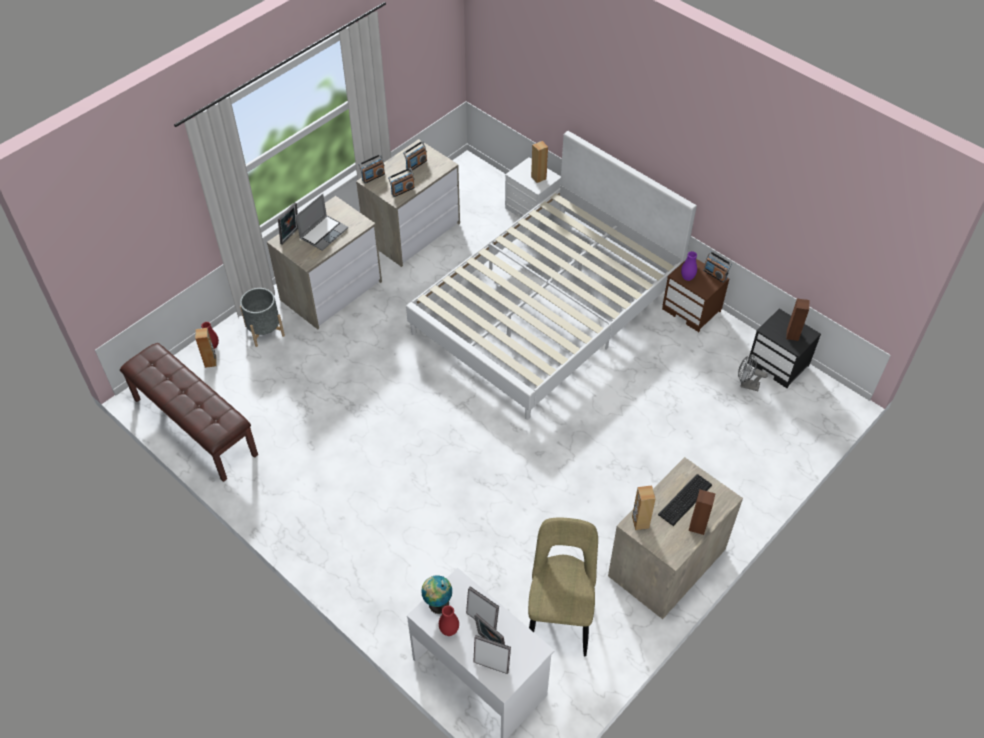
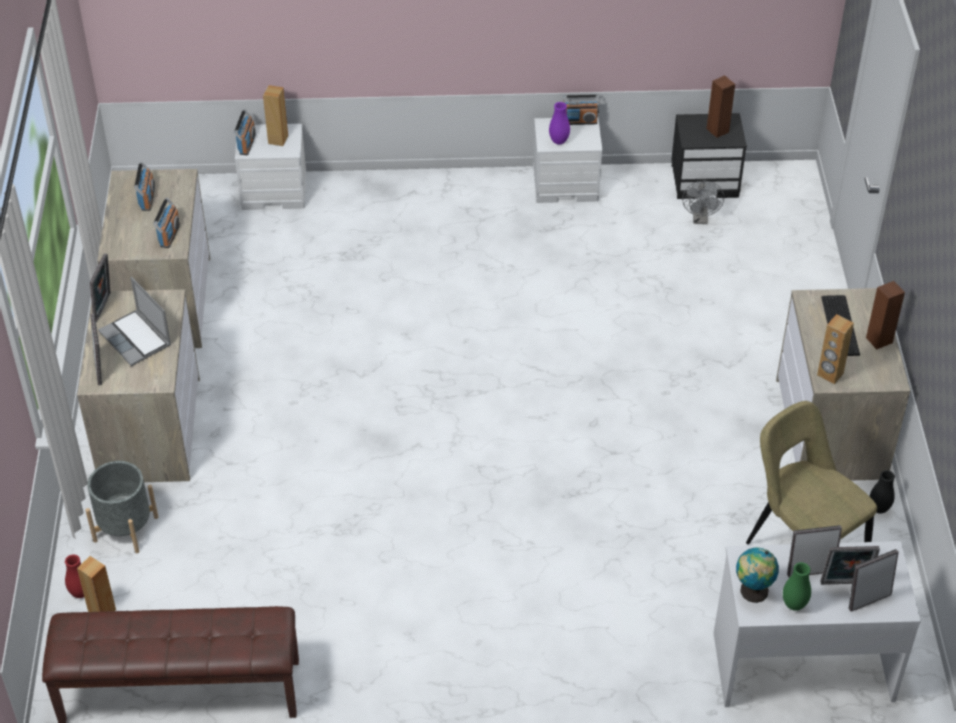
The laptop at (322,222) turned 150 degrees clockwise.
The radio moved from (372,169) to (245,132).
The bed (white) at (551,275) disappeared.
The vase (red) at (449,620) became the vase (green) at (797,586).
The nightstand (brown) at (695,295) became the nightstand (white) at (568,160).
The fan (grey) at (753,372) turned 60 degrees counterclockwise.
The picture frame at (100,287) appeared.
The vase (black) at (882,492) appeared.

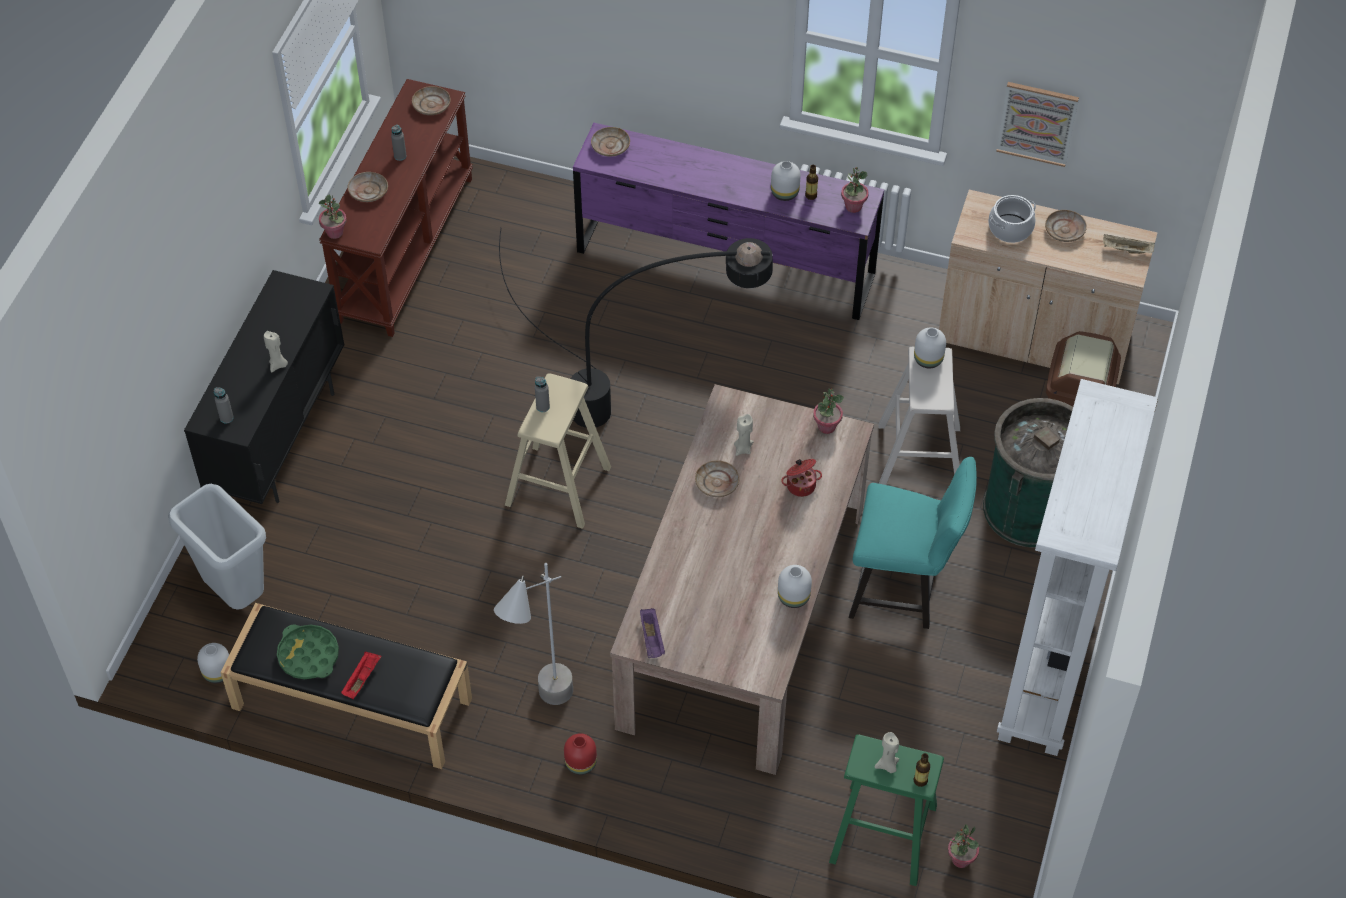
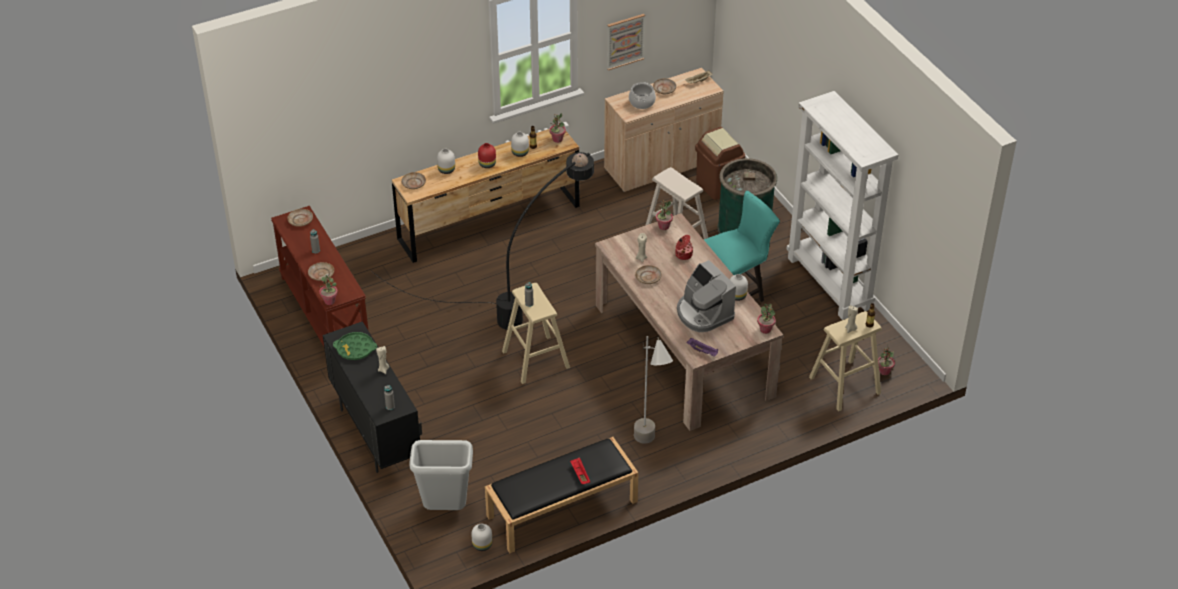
The tray (green) moved from (308,651) to (355,346).
The vase (red) moved from (580,754) to (487,155).
The dresser (purple) at (728,221) became the dresser (brown) at (485,196).
The stool (green) at (886,810) became the stool (beige) at (845,361).
The vase (white) moved from (930,347) to (446,161).
The coffee machine at (706,296) appeared.
The potted plant at (766,319) appeared.

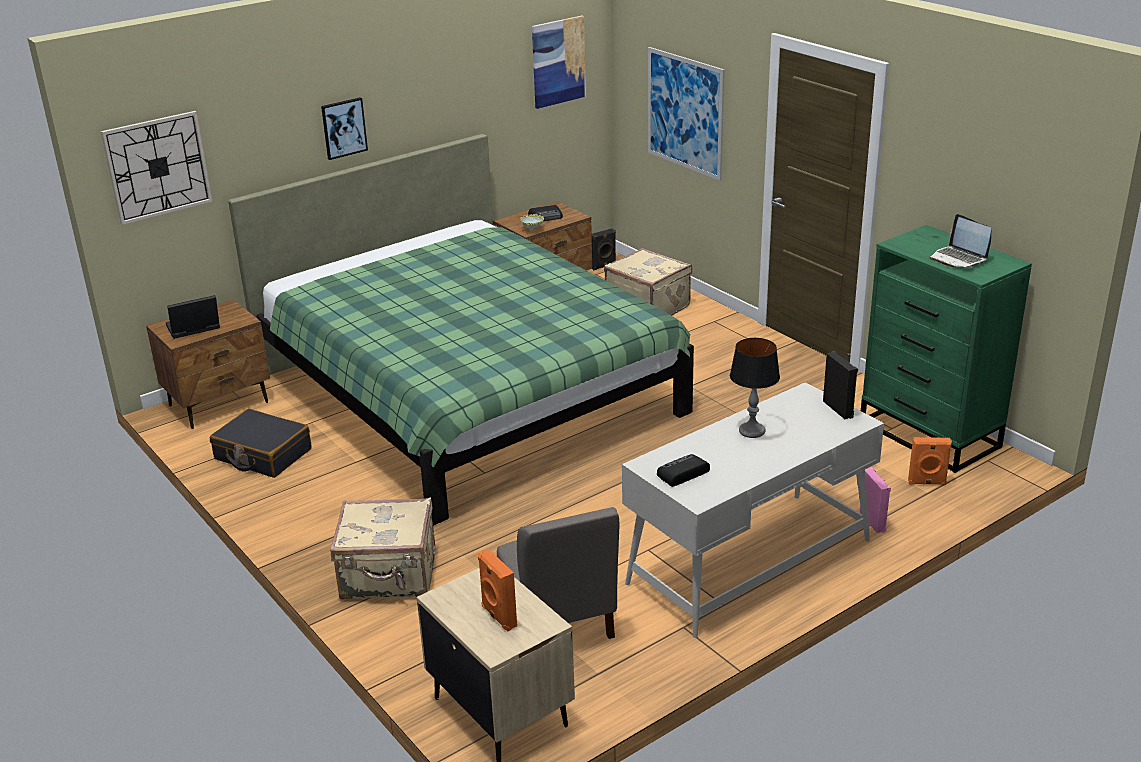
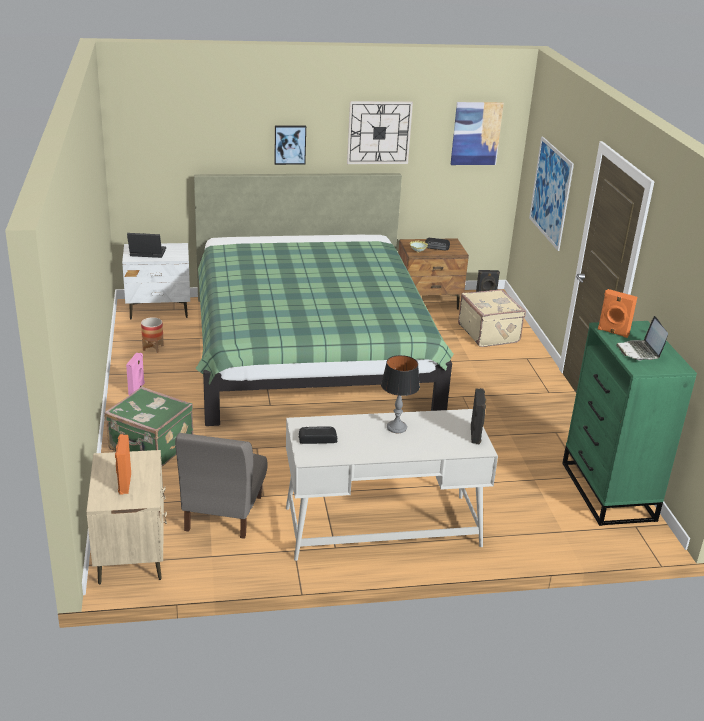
The wall clock moved from (157,168) to (380,132).
The nightstand (brown) at (208,364) became the nightstand (white) at (156,281).
The suitcase (black) at (261,443) was replaced by the planter at (152,335).
The suitcase (beige) at (382,548) became the suitcase (green) at (149,426).
The speaker (pink) moved from (875,500) to (135,374).
The speaker (orange) moved from (930,461) to (617,313).

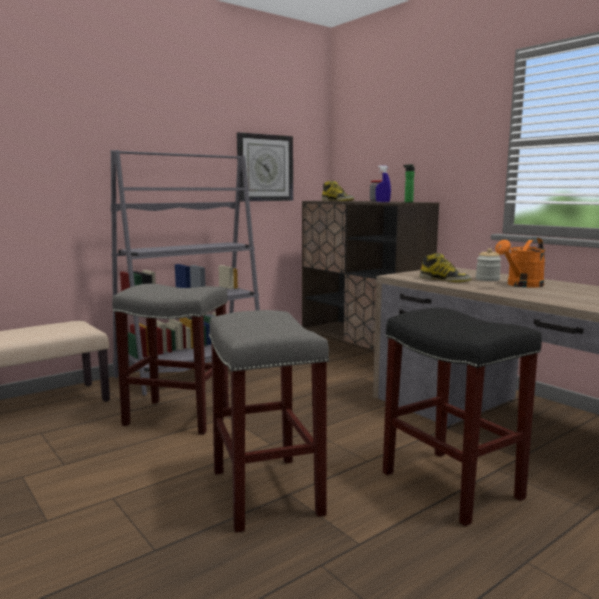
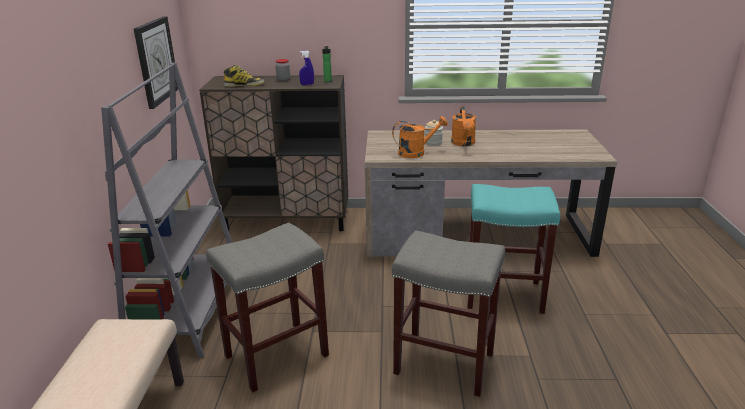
The stool (black) at (462,417) became the stool (turquoise) at (514,249).
The boot at (445,267) was replaced by the watering can (orange) at (420,137).

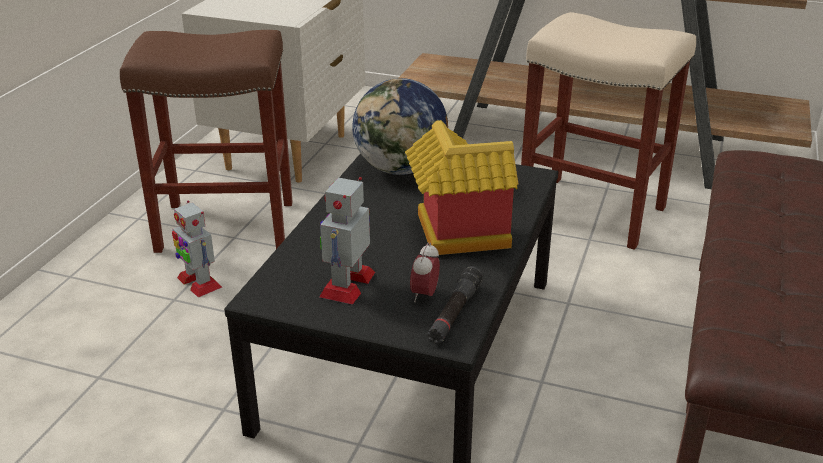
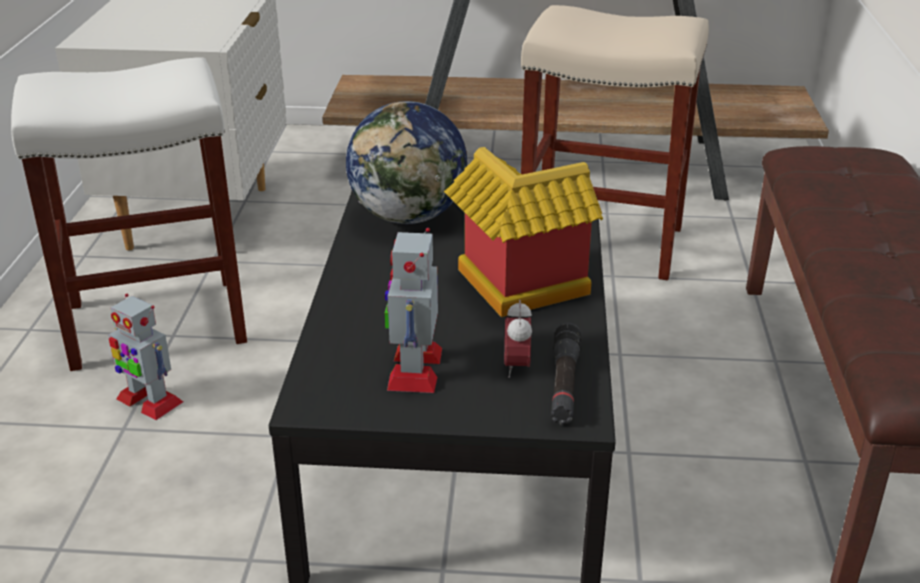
The stool (brown) at (206,141) became the stool (white) at (129,214).

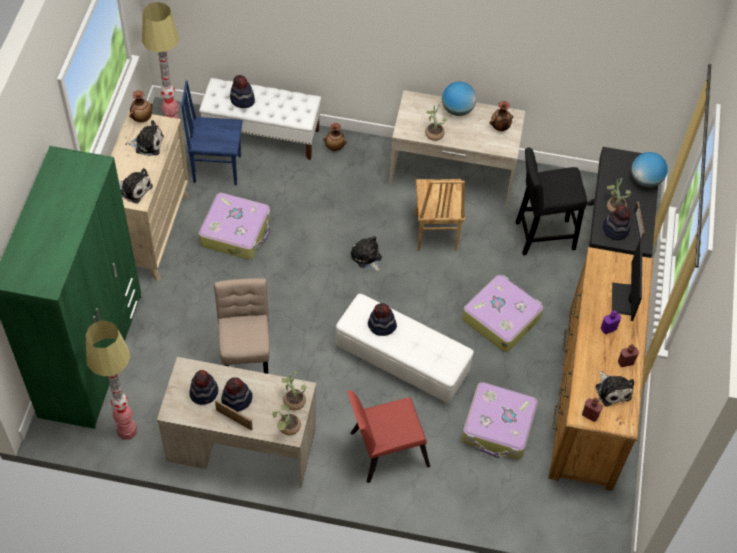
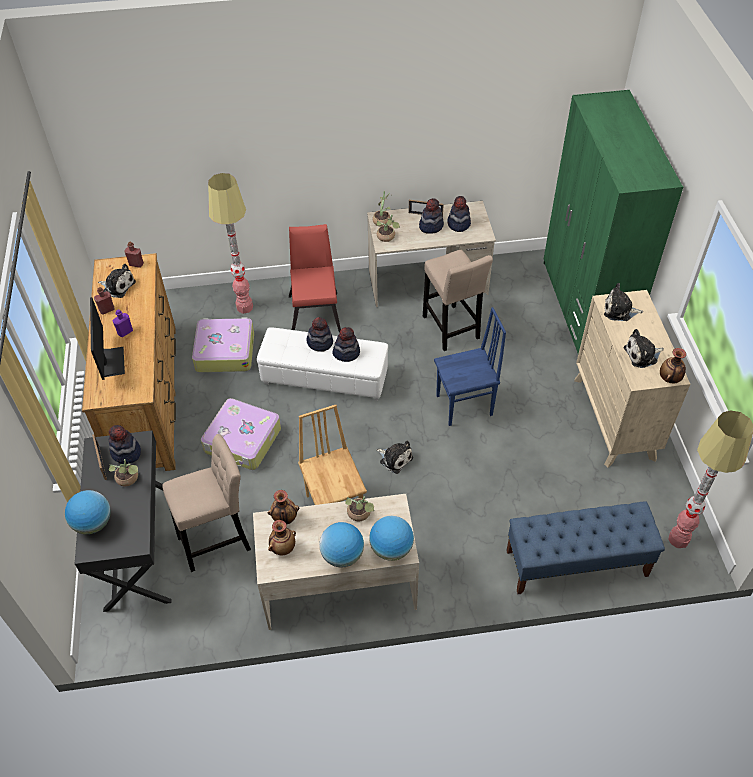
The floor lamp moved from (111,380) to (230,243).
The chair (blue) moved from (212,132) to (470,366).
The bench (white) at (260,119) became the bench (blue) at (585,547).
The suitcase at (235,226) disappeared.
The hat moved from (242,91) to (320,334).
The vase moved from (335,137) to (283,507).
The chair (red) at (388,436) turned 60 degrees counterclockwise.
The stool (black) at (551,201) became the stool (beige) at (206,503).
The plush toy at (615,388) turned 150 degrees clockwise.
The globe at (391,538) appeared.

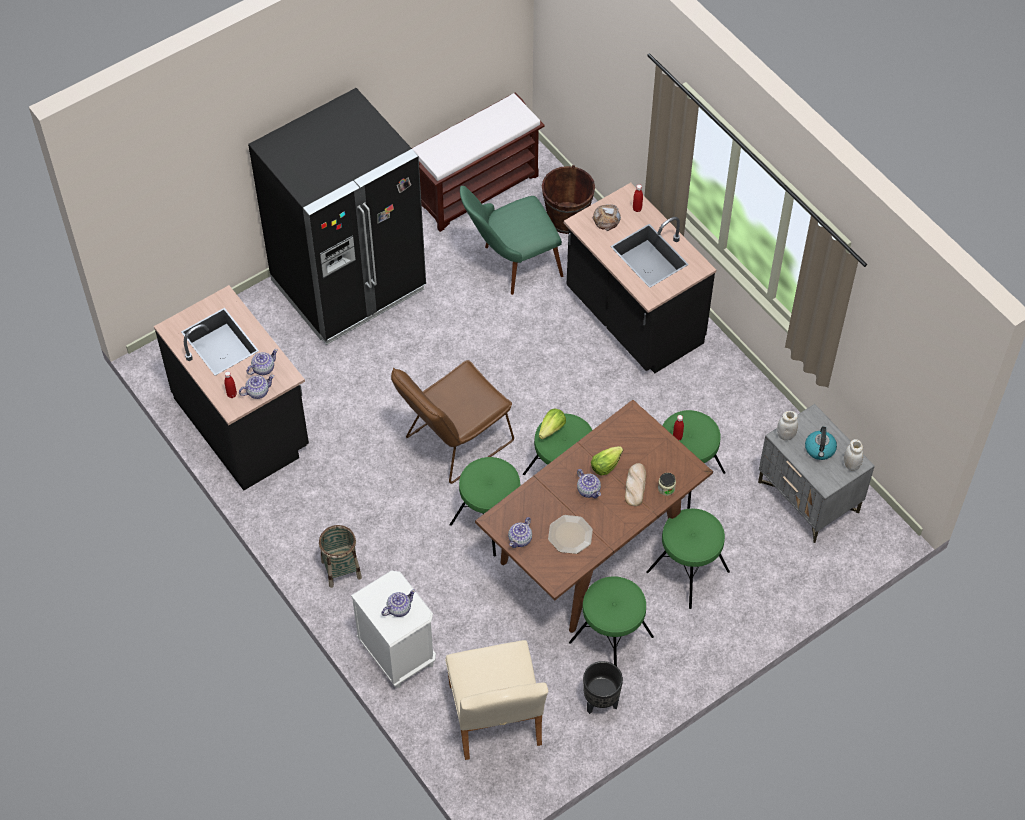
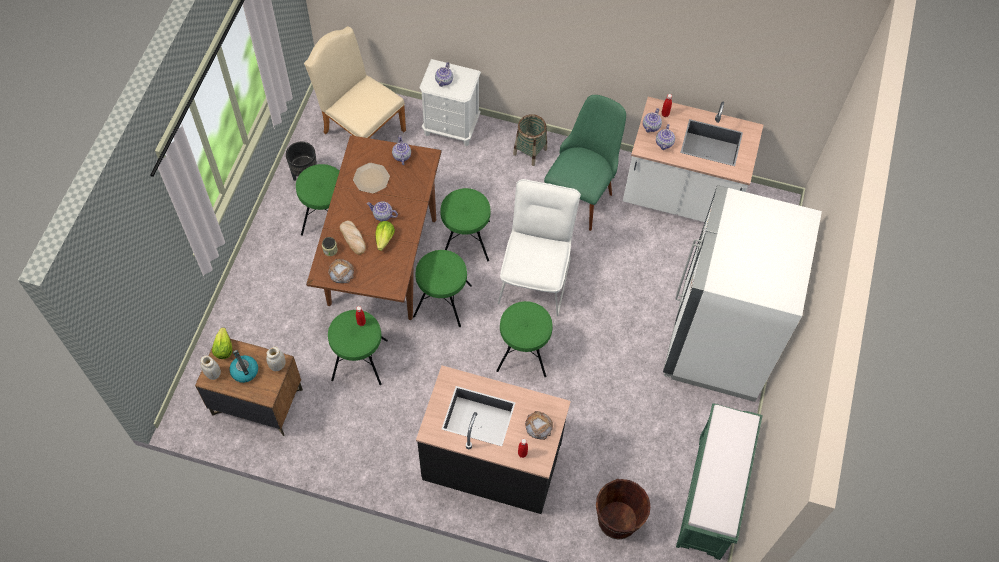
The counter (black) at (231,387) became the counter (white) at (693,159).
The fridge (black) at (337,216) became the fridge (white) at (742,293).
The chair (brown) at (452,422) became the chair (white) at (539,247).
The bench (brown) at (478,162) became the bench (green) at (719,481).
The chair (green) moved from (511,240) to (585,163).
The lettuce moved from (552,424) to (222,343).
The stool (green) moved from (688,559) to (524,339).
The nightstand (grey) at (816,473) became the nightstand (brown) at (249,387).
The bread at (341,271) appeared.

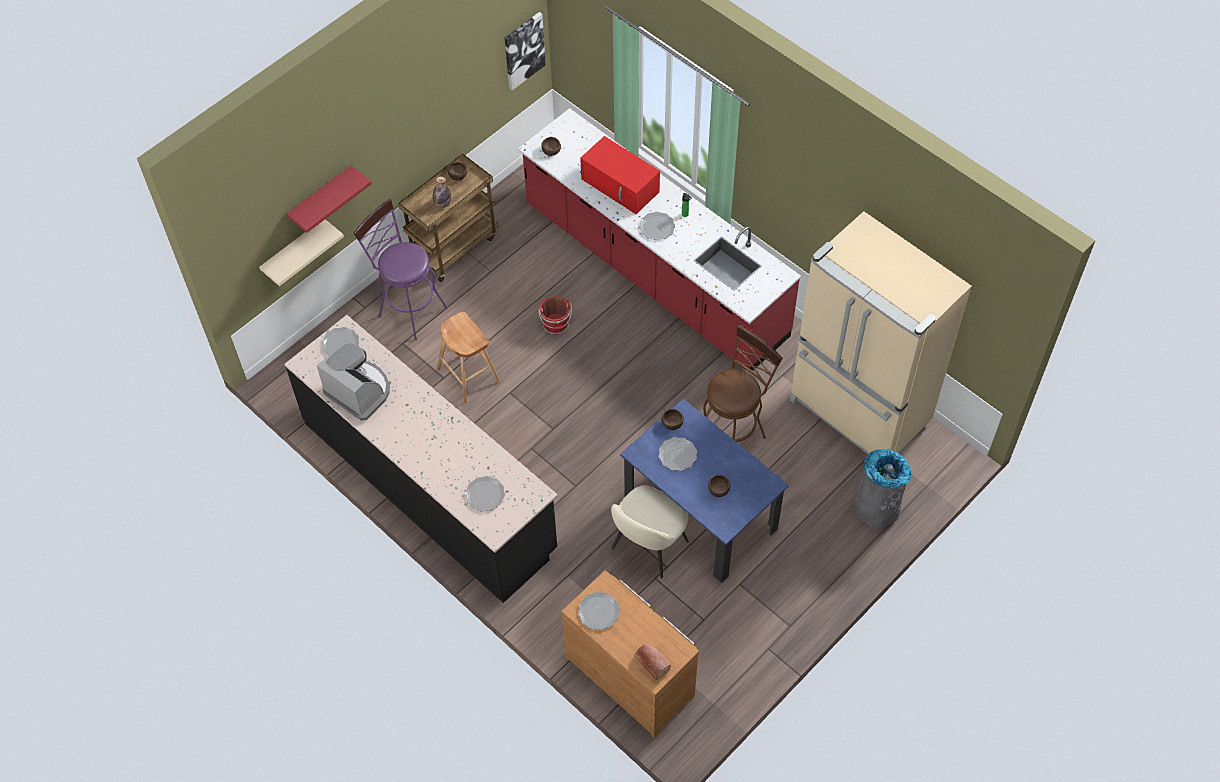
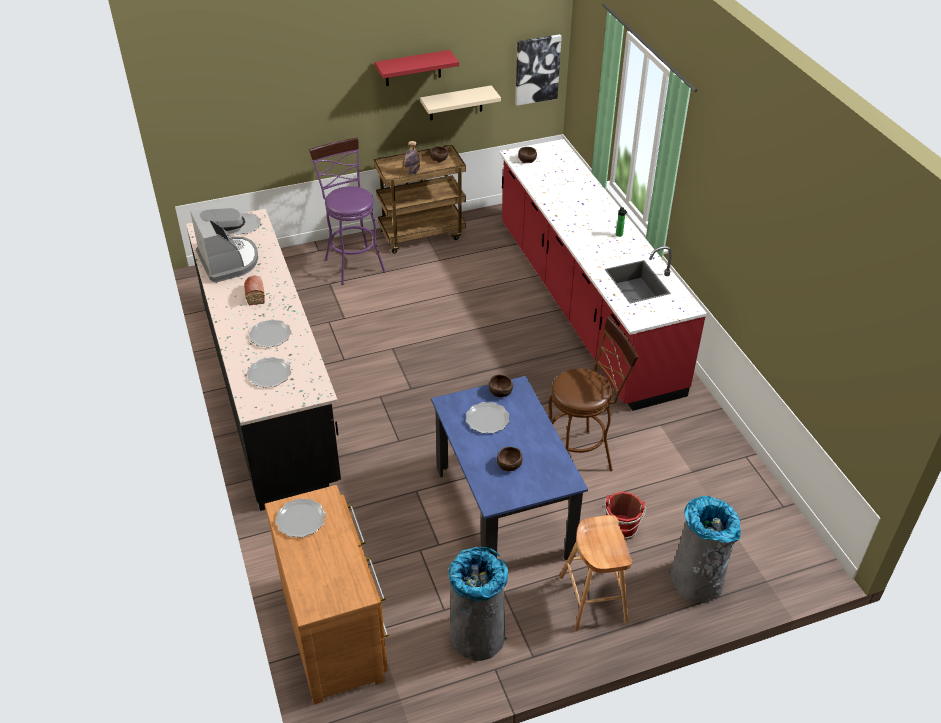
The shelf (beige) moved from (301,252) to (460,102).
The shelf (red) moved from (329,199) to (417,68).
The stool (brown) moved from (468,358) to (595,573).
The bucket (red) moved from (555,315) to (624,516).
The microwave (red) at (620,175) disappeared.
The chair (beige) at (650,531) disappeared.
The bread moved from (653,662) to (254,290).
The plate moved from (657,226) to (270,333).
The fridge (beige) at (881,333) disappeared.
The trash can (grey) at (478,604) appeared.

